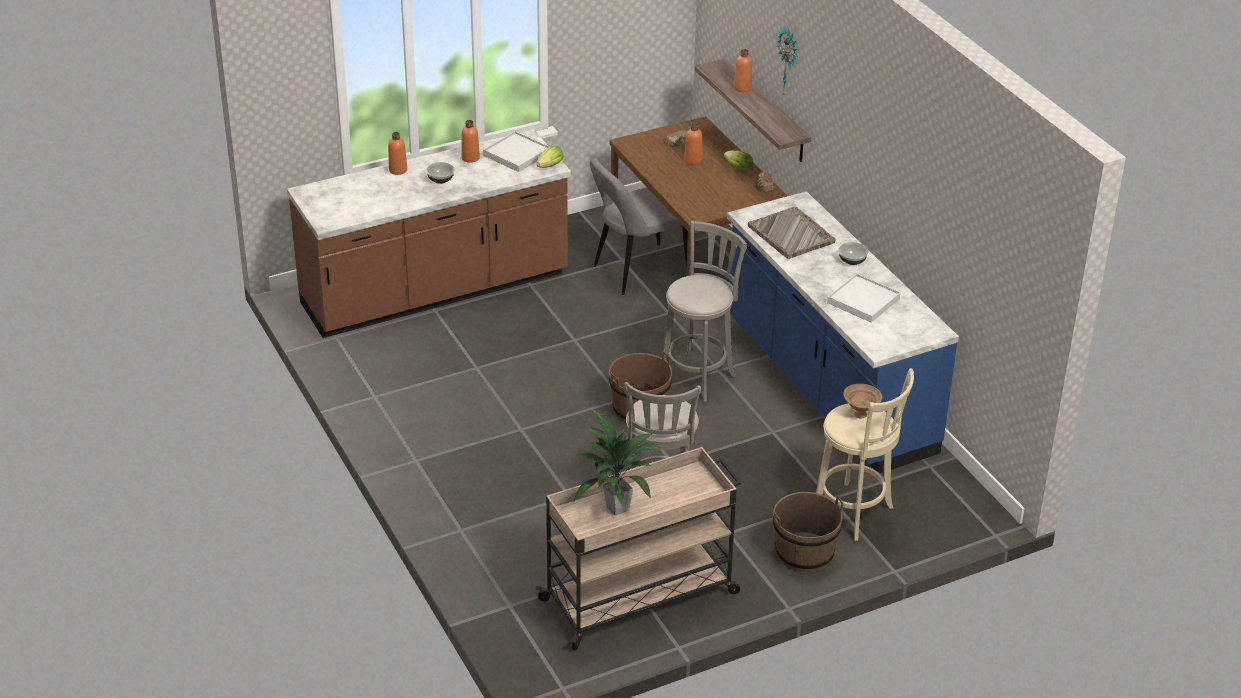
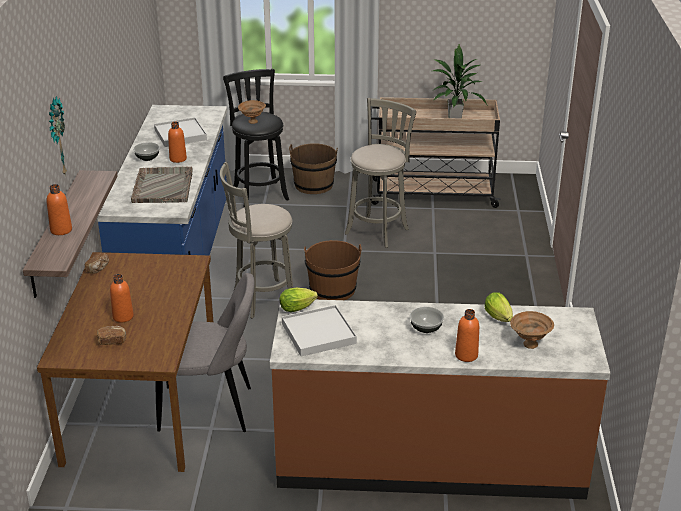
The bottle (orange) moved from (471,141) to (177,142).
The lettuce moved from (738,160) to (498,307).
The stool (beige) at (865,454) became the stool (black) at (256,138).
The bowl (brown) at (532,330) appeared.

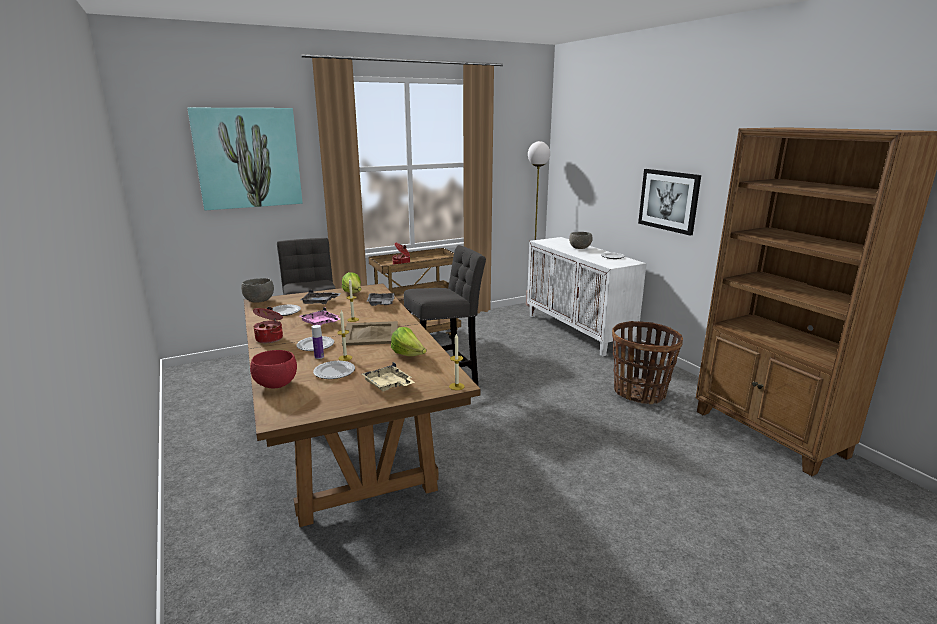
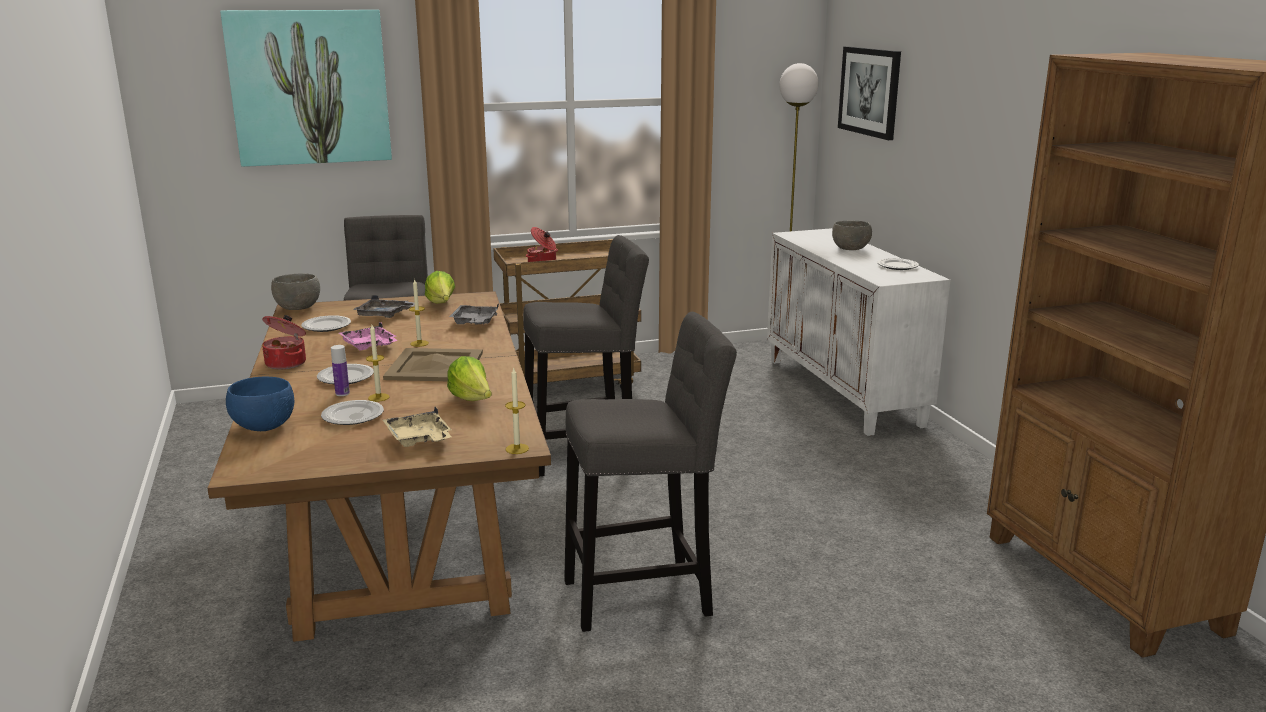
The bowl (red) at (273,369) became the bowl (blue) at (260,404).
The basket at (647,362) disappeared.
The picture moved from (669,202) to (869,93).
The stool (grey) at (650,472) appeared.

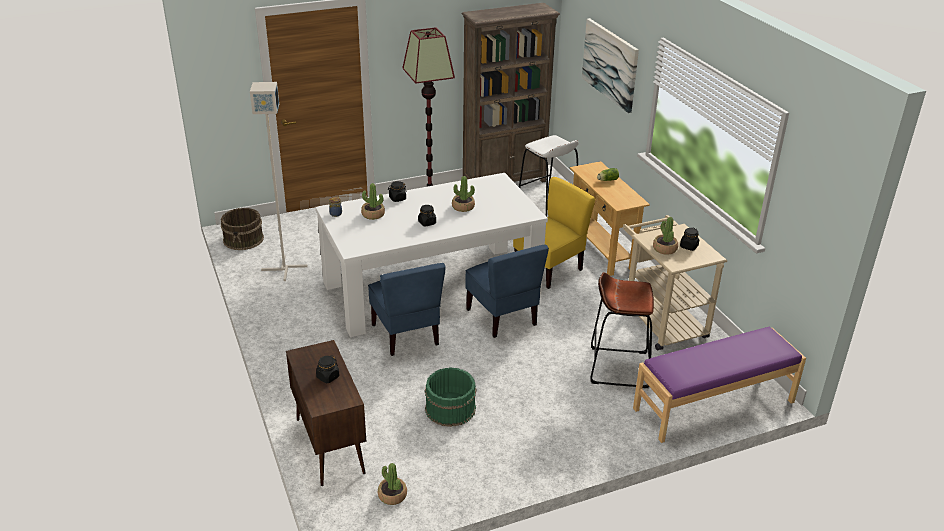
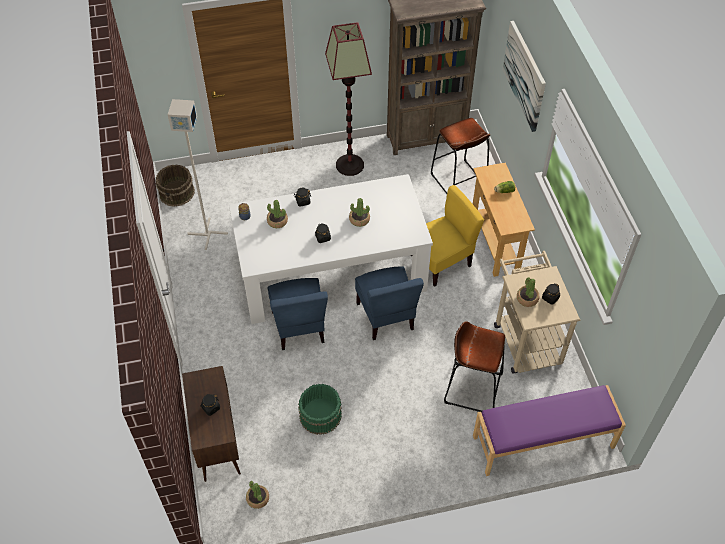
The stool (white) at (549,176) became the stool (brown) at (460,156).

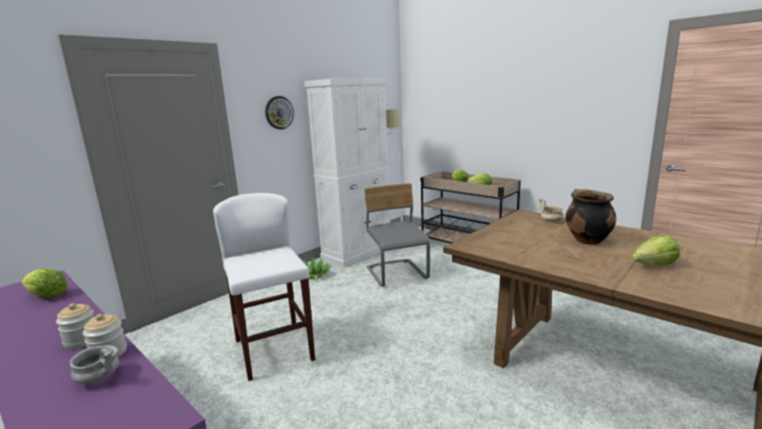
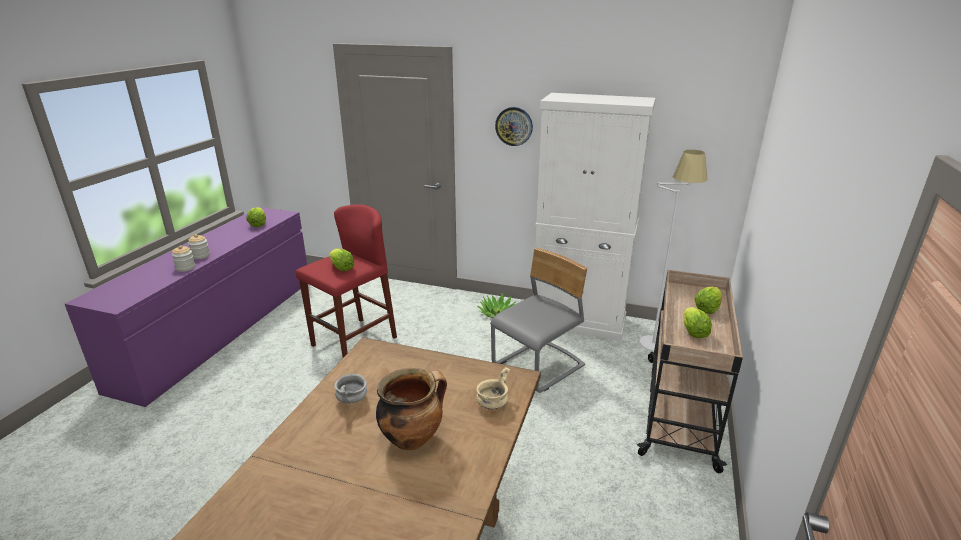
The bowl (grey) moved from (94,364) to (350,389).
The stool (white) at (264,287) became the stool (red) at (346,281).
The lettuce moved from (656,250) to (342,260).

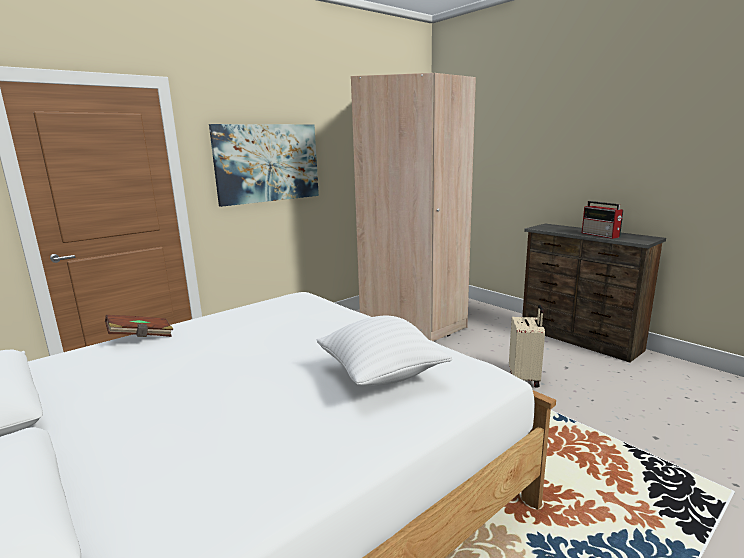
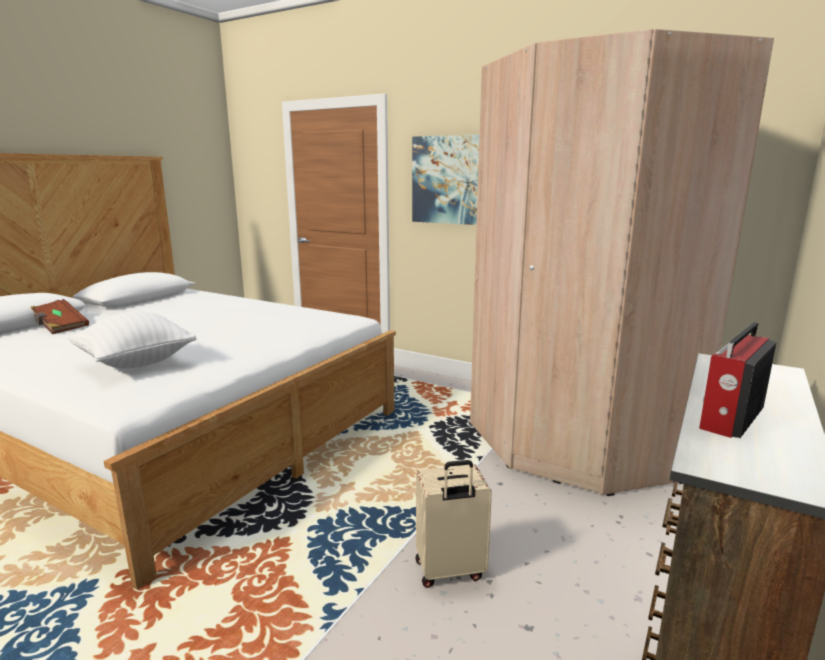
The book (brown) moved from (139,326) to (60,316).

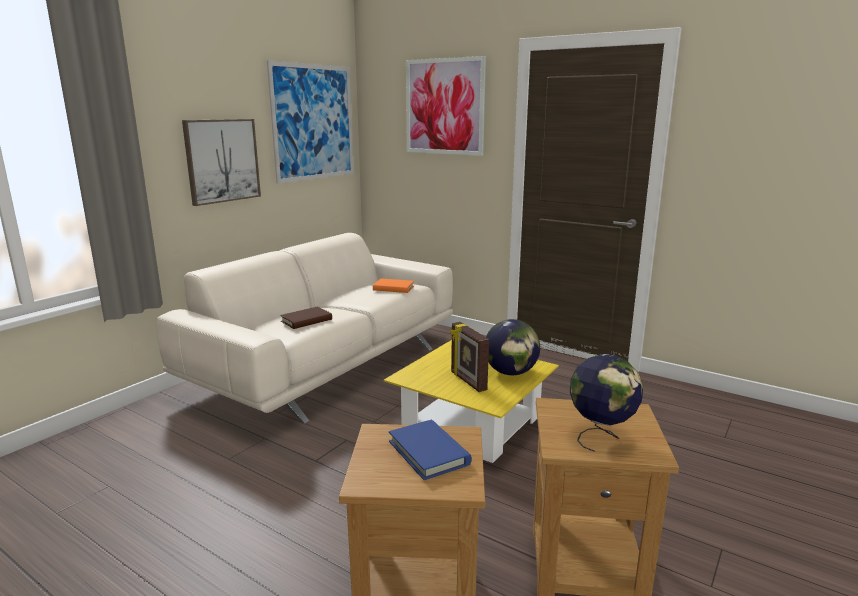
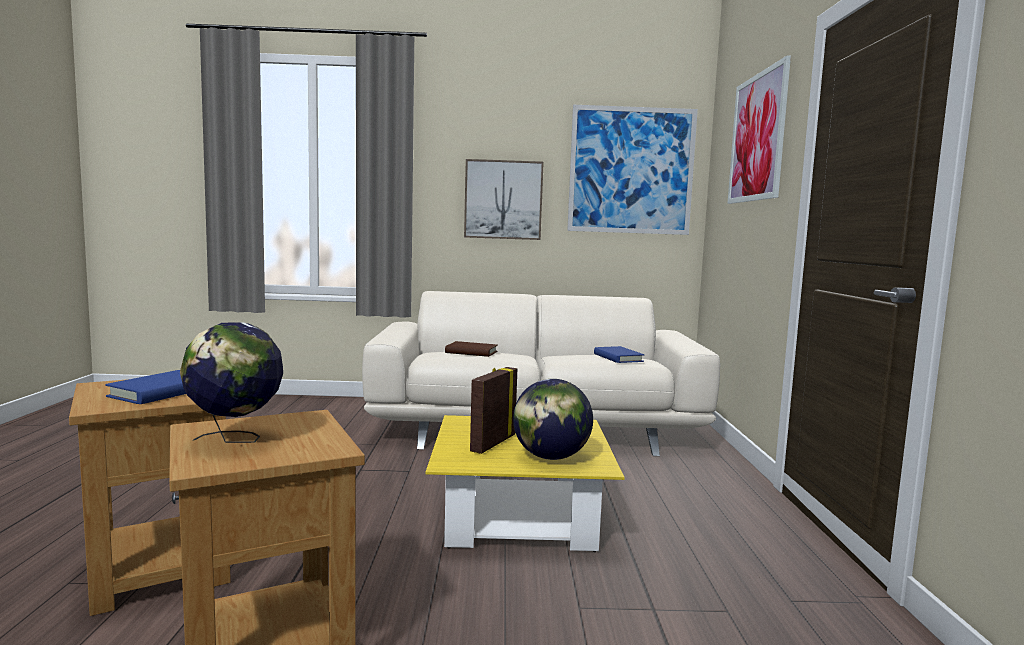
The book (orange) at (393,285) became the book (blue) at (619,354).

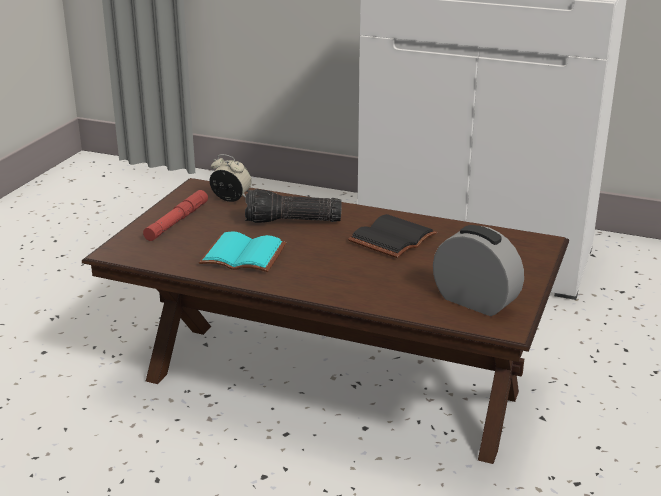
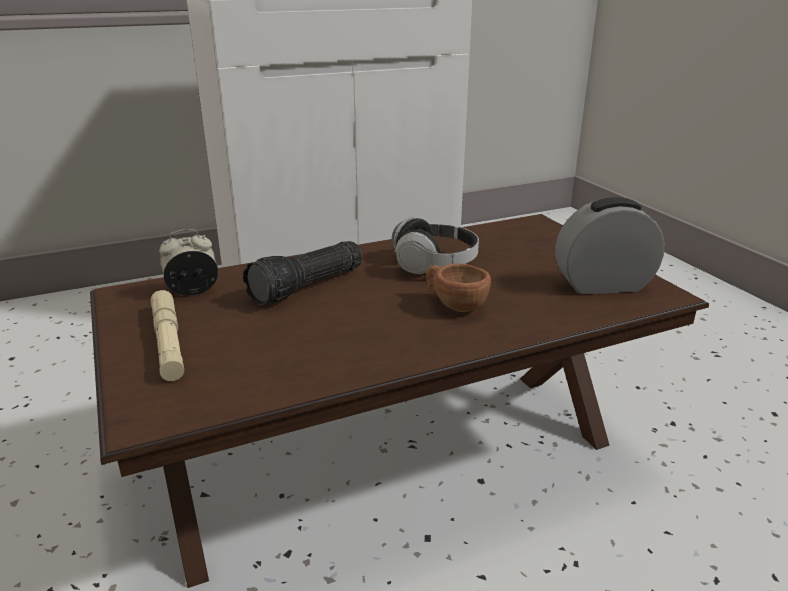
The flashlight (red) at (175,215) became the flashlight (beige) at (167,335).
The book (turquoise) at (242,251) disappeared.
The book (black) at (392,236) was replaced by the headphones at (435,245).
The cup (brown) at (458,287) appeared.

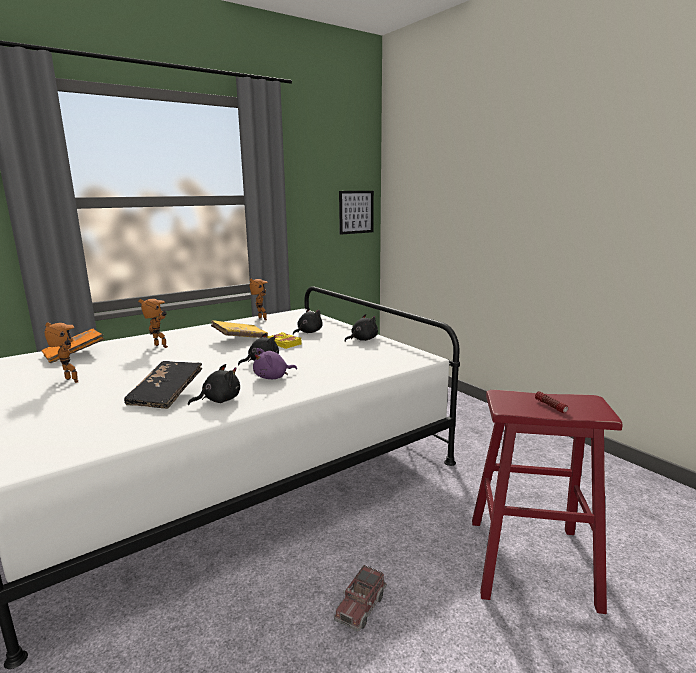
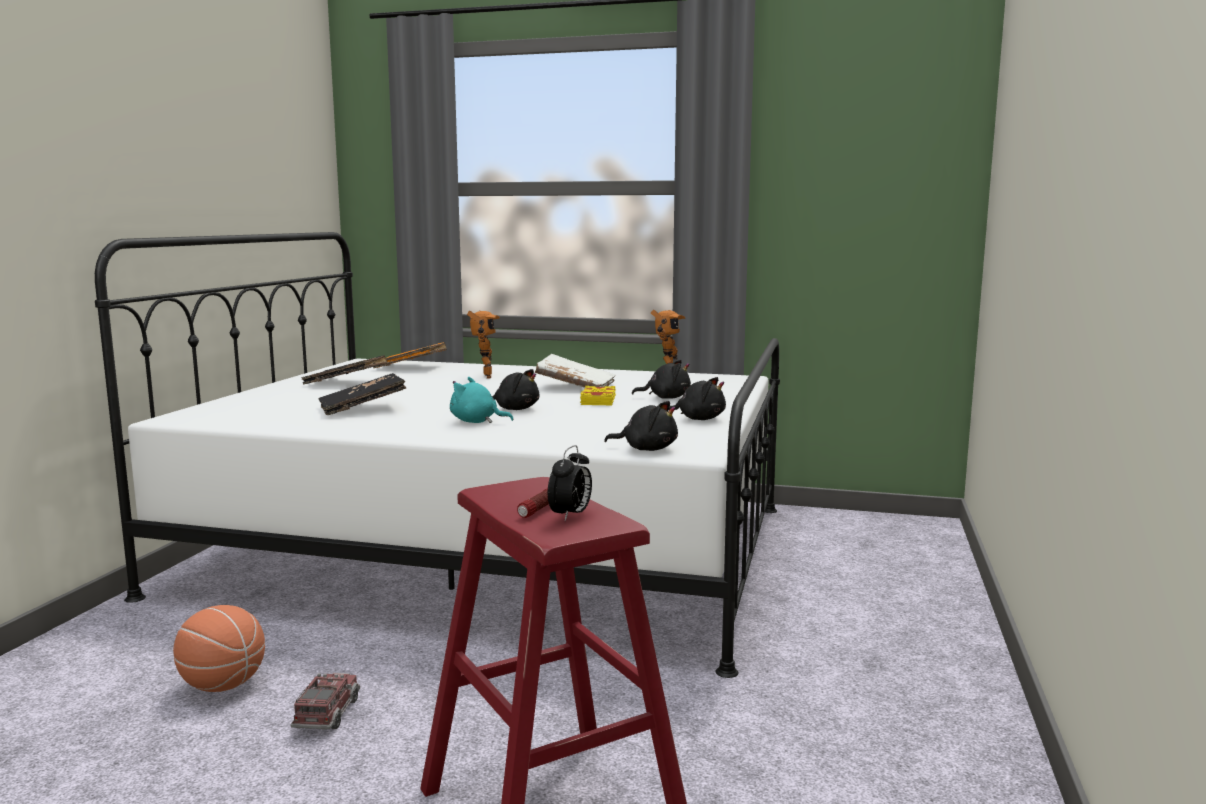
The toy robot at (61,352) was replaced by the book (black) at (344,369).
The plush toy (black) moved from (214,384) to (641,426).
The book (yellow) at (239,329) became the book (white) at (575,371).
The plush toy (purple) at (275,363) became the plush toy (turquoise) at (482,400).
The toy truck at (360,598) turned 105 degrees clockwise.
The picture at (356,213) disappeared.
The basketball at (219,648) appeared.
The alarm clock at (570,483) appeared.

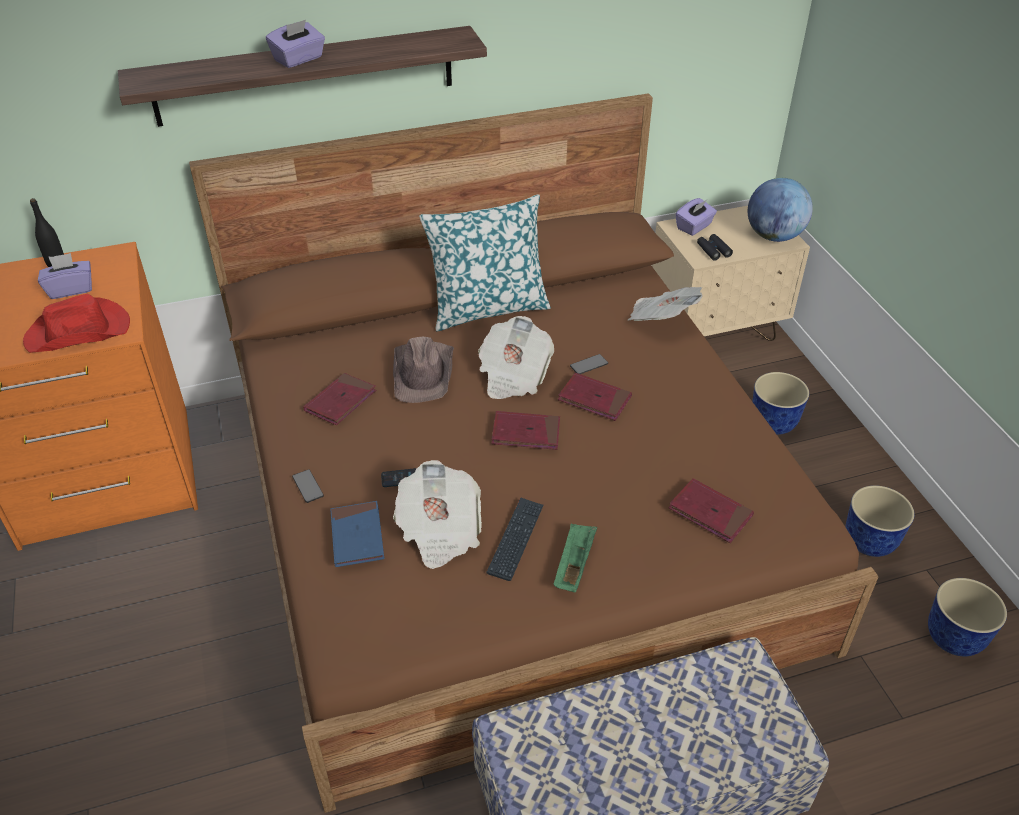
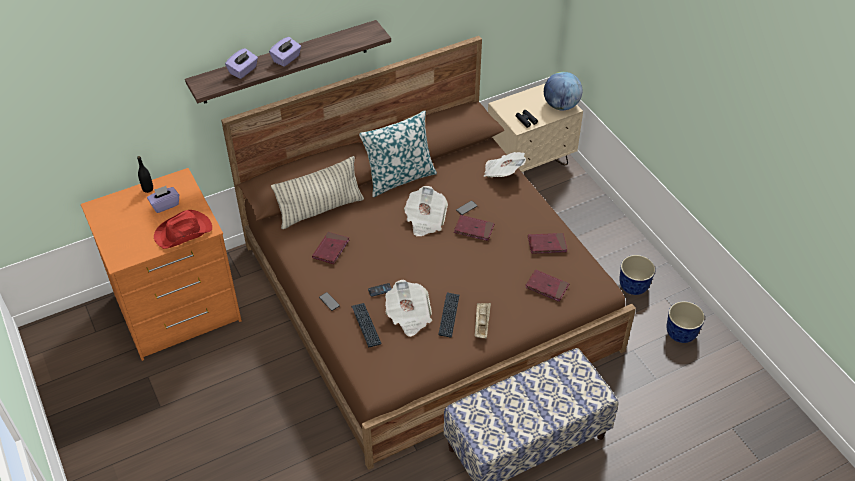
The book (blue) at (357,534) was replaced by the keyboard at (366,325).
The hat (brown) at (423,370) disappeared.
The book (red) moved from (525,430) to (548,243).
The tray (green) at (575,558) became the tray (beige) at (483,320).
The tissue box (purple) moved from (696,217) to (241,63).
The planter at (780,403) disappeared.
The pillow at (317,192) appeared.

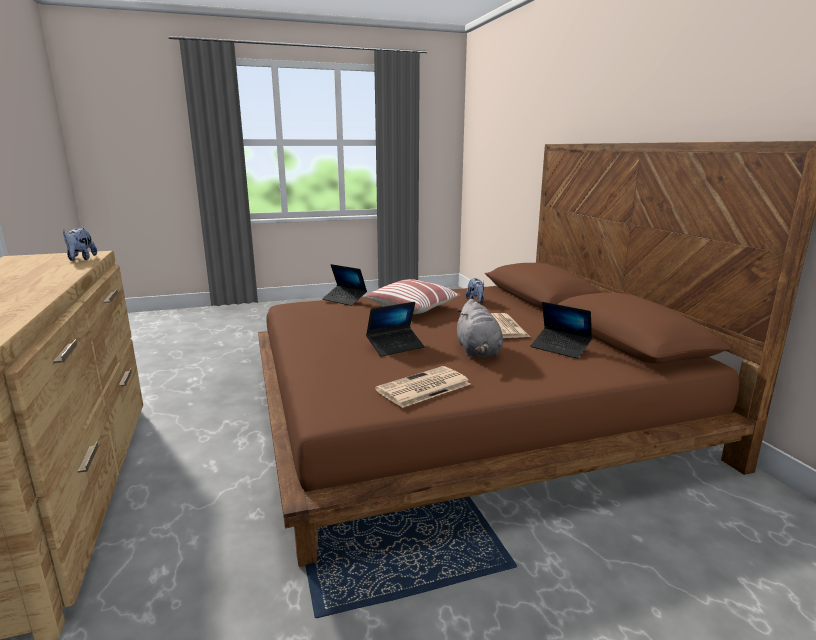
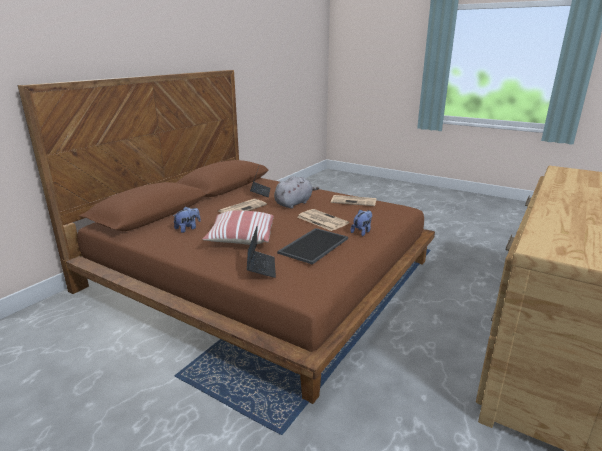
The plush toy moved from (80,244) to (361,223).
The laptop at (395,329) was replaced by the newspaper at (323,220).
The tray at (312,246) appeared.

